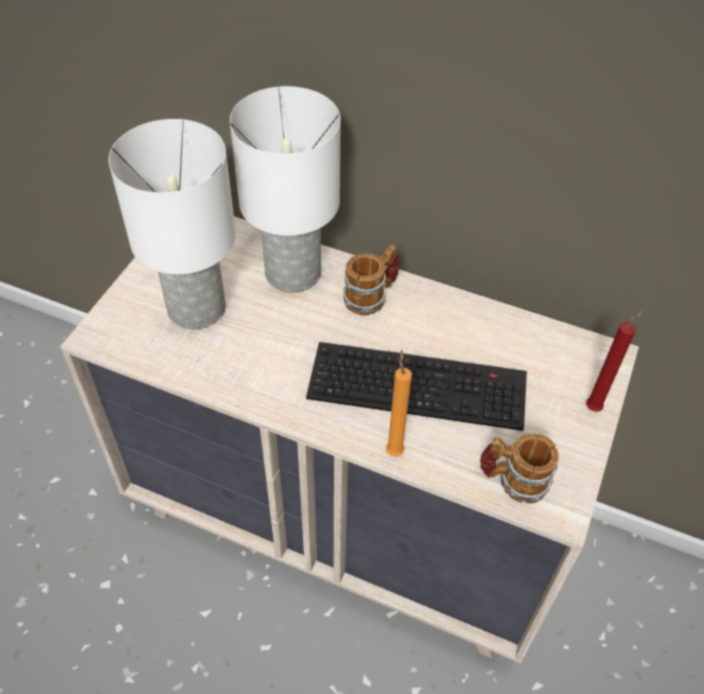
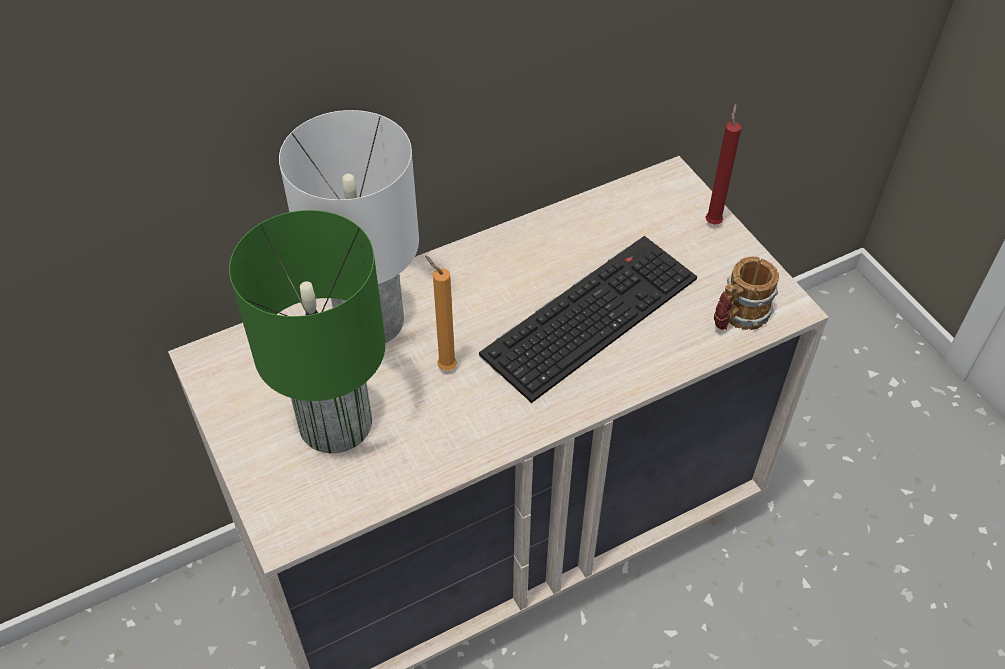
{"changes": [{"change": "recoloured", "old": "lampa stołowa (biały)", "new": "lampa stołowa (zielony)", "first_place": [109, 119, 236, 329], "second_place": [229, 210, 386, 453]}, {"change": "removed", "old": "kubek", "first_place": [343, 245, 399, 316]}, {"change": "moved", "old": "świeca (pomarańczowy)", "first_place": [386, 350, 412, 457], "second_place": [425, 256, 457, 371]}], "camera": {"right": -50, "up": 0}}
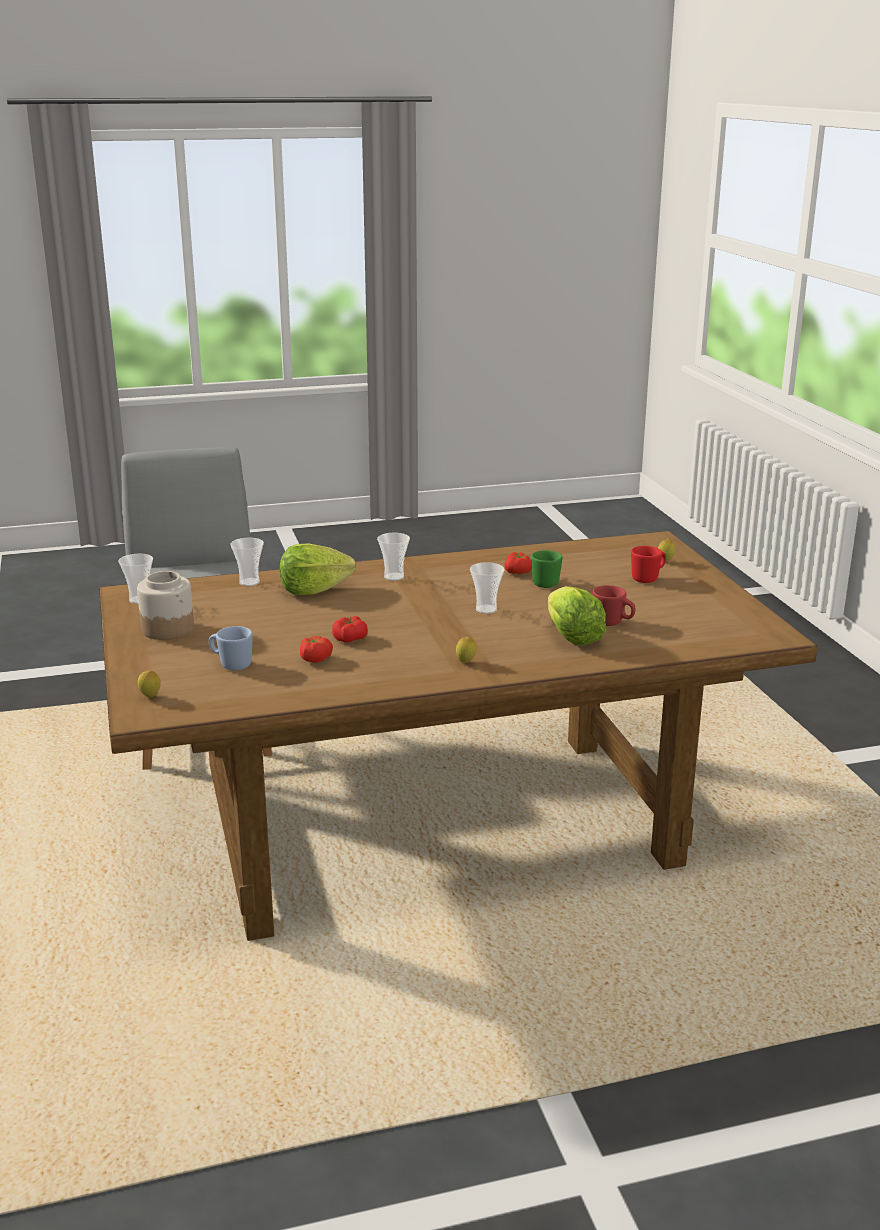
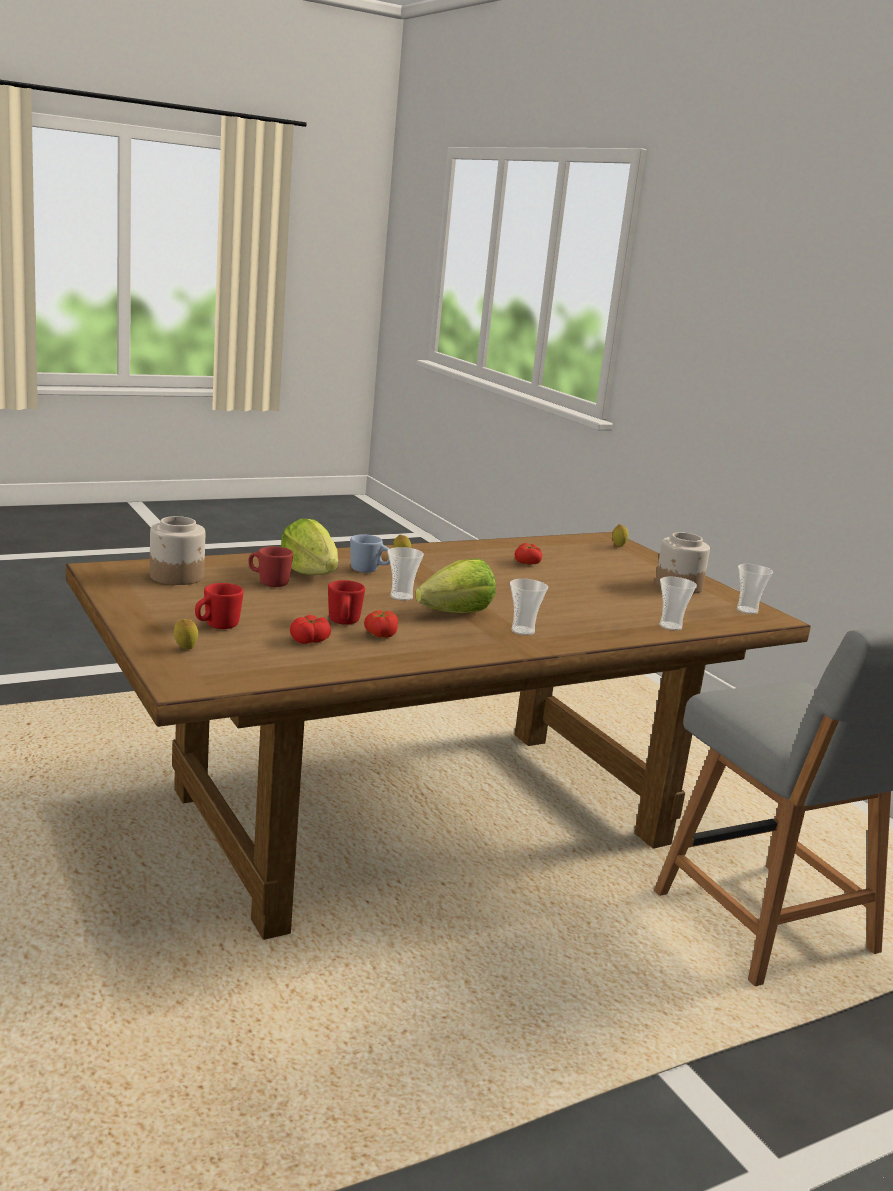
{"changes": [{"change": "moved", "old": "sałata", "first_place": [280, 543, 356, 595], "second_place": [415, 558, 496, 613]}, {"change": "recoloured", "old": "kubek (zielony)", "new": "kubek (czerwony)", "first_place": [531, 550, 562, 588], "second_place": [328, 580, 365, 625]}, {"change": "moved", "old": "pomidor", "first_place": [332, 616, 368, 643], "second_place": [290, 615, 331, 644]}, {"change": "moved", "old": "kubek (niebieski)", "first_place": [209, 626, 253, 671], "second_place": [350, 534, 390, 573]}, {"change": "added", "new": "słoik", "second_place": [150, 516, 205, 585]}], "camera": {"right": 165, "up": -5}}
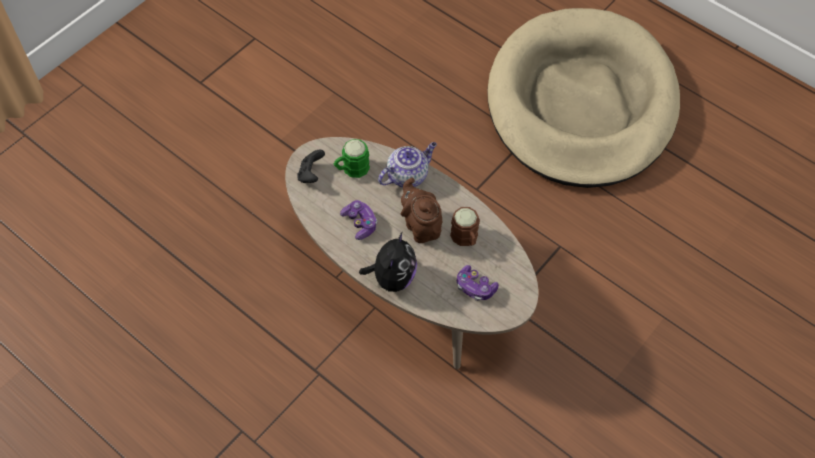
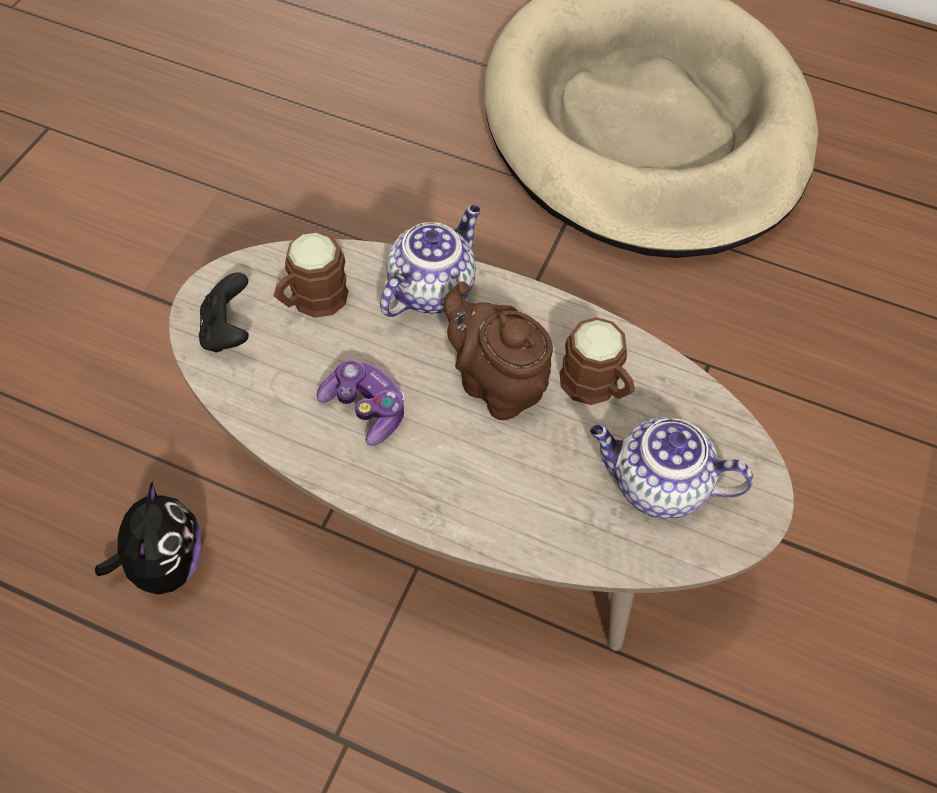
{"changes": [{"change": "recoloured", "old": "kubek (zielony)", "new": "kubek (brązowy)", "first_place": [333, 139, 370, 178], "second_place": [274, 232, 349, 318]}, {"change": "moved", "old": "pluszak", "first_place": [359, 231, 417, 292], "second_place": [95, 481, 202, 595]}, {"change": "replaced", "old": "pad do gier", "new": "imbryk", "first_place": [457, 265, 499, 301], "second_place": [590, 417, 754, 519]}], "camera": {"right": -20, "up": 0}}
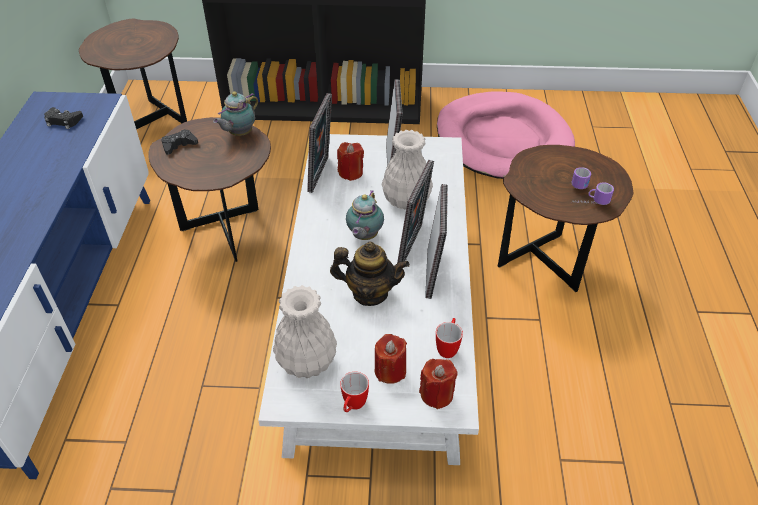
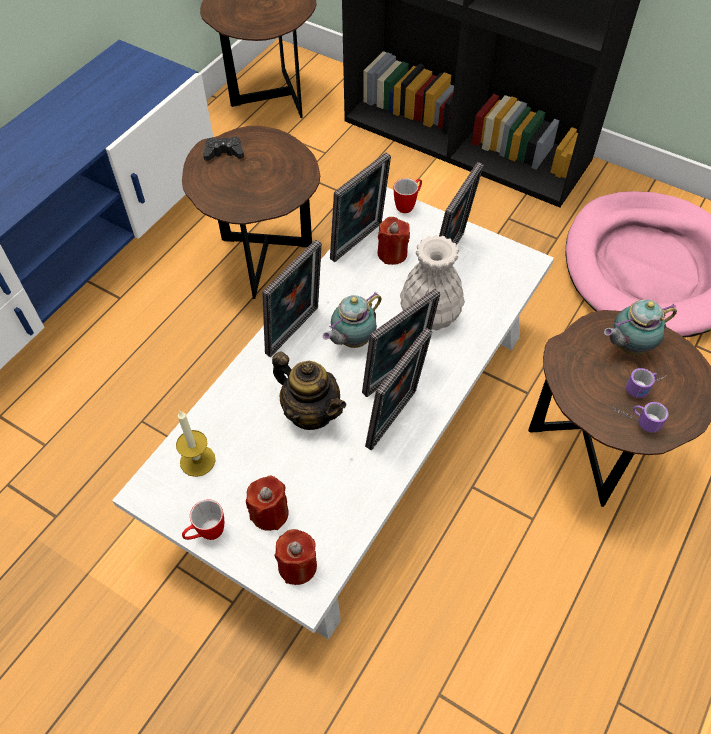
{"changes": [{"change": "moved", "old": "imbryk", "first_place": [213, 92, 258, 136], "second_place": [604, 299, 677, 355]}, {"change": "removed", "old": "pad do gier (czarny)", "first_place": [44, 107, 83, 129]}, {"change": "replaced", "old": "wazon (biały)", "new": "świeca", "first_place": [273, 285, 337, 378], "second_place": [176, 411, 216, 477]}, {"change": "moved", "old": "kubek", "first_place": [436, 318, 463, 358], "second_place": [394, 178, 422, 213]}, {"change": "added", "new": "ramka na zdjęcie", "second_place": [262, 240, 322, 357]}], "camera": {"right": 30, "up": 10}}
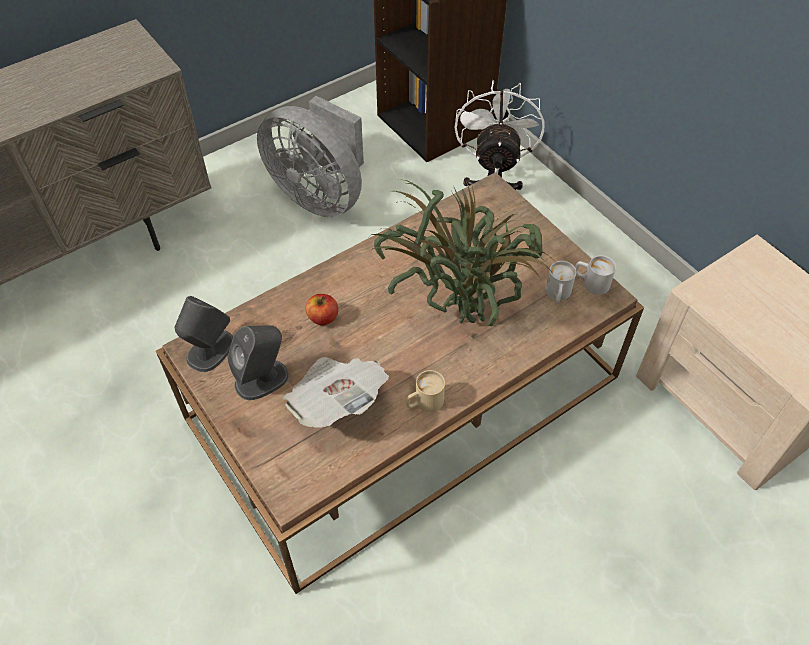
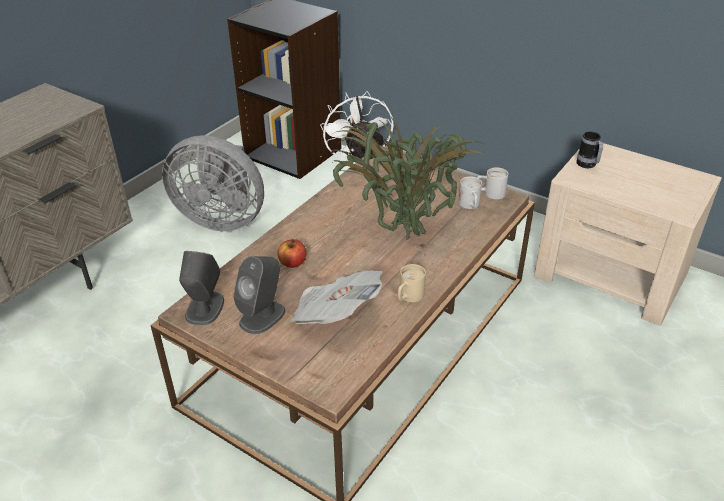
{"changes": [{"change": "added", "new": "kubek", "second_place": [576, 131, 603, 168]}], "camera": {"right": -20, "up": -15}}
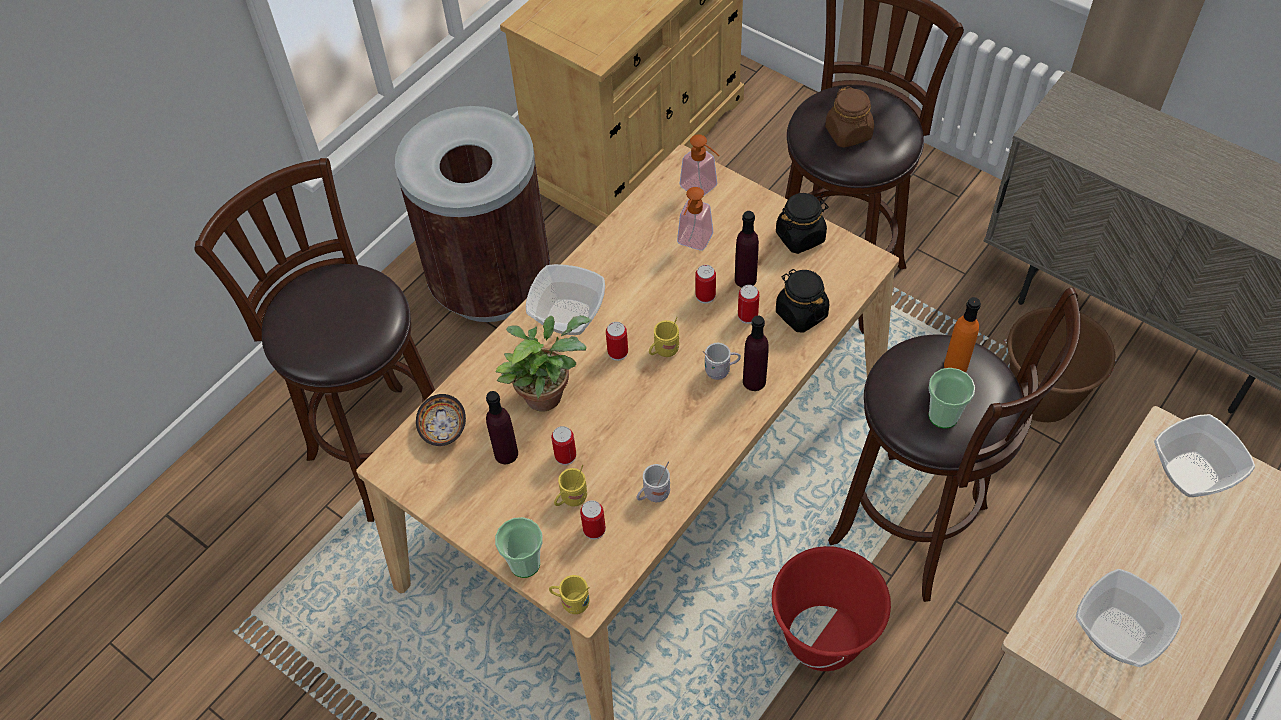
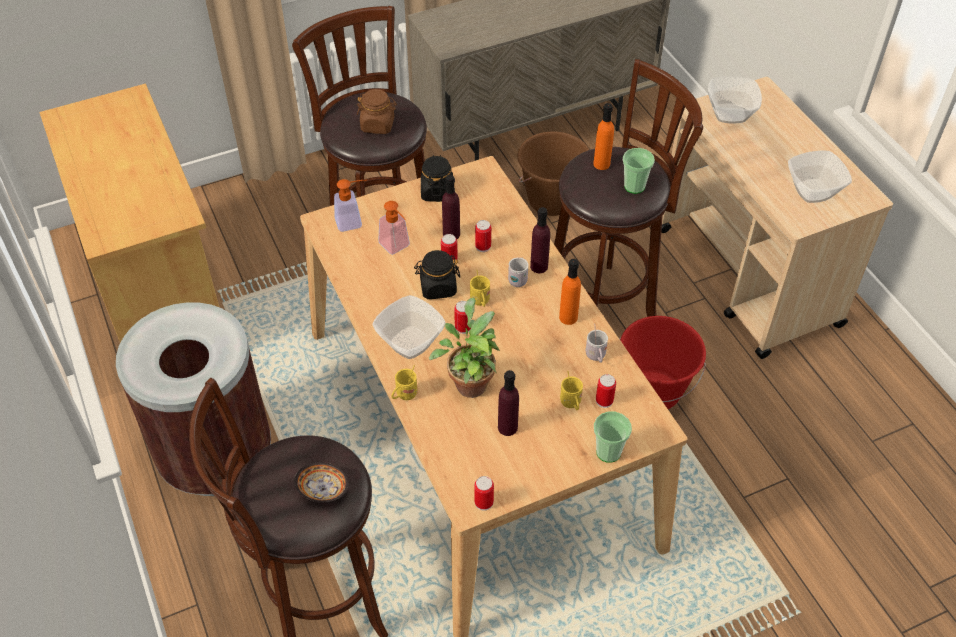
{"changes": [{"change": "moved", "old": "słoik (czarny)", "first_place": [776, 269, 829, 333], "second_place": [414, 250, 460, 299]}, {"change": "moved", "old": "miska", "first_place": [416, 394, 466, 446], "second_place": [294, 462, 349, 503]}, {"change": "moved", "old": "puszka", "first_place": [551, 426, 576, 465], "second_place": [474, 476, 494, 511]}, {"change": "moved", "old": "kubek (żółty)", "first_place": [549, 575, 590, 614], "second_place": [391, 365, 417, 400]}, {"change": "added", "new": "butelka (pomarańczowy)", "second_place": [559, 259, 581, 325]}], "camera": {"right": -65, "up": -5}}
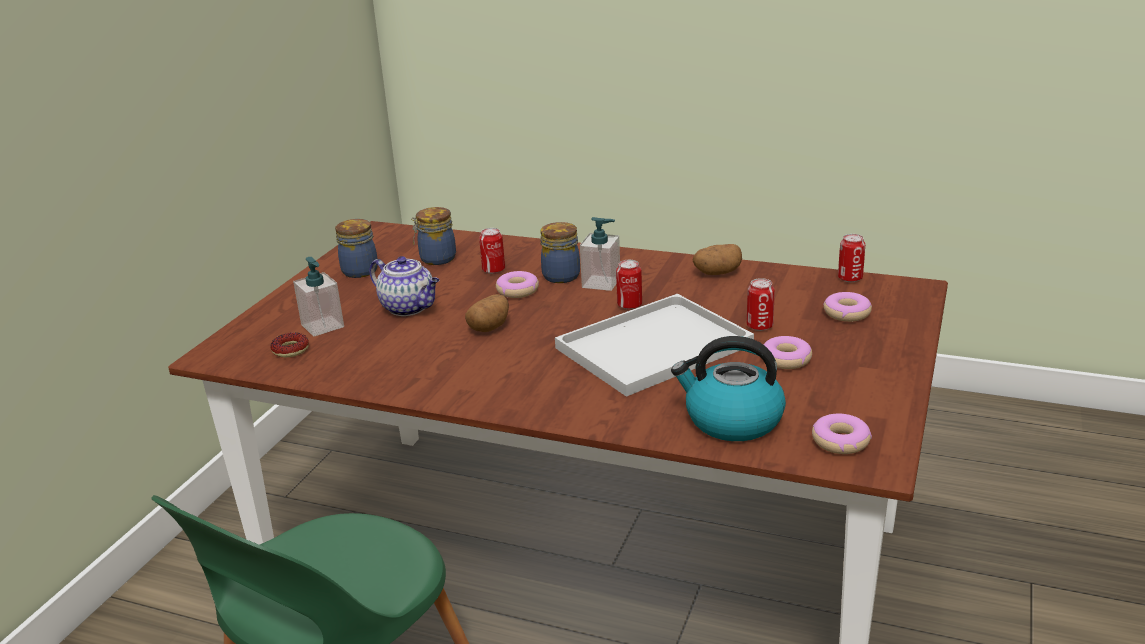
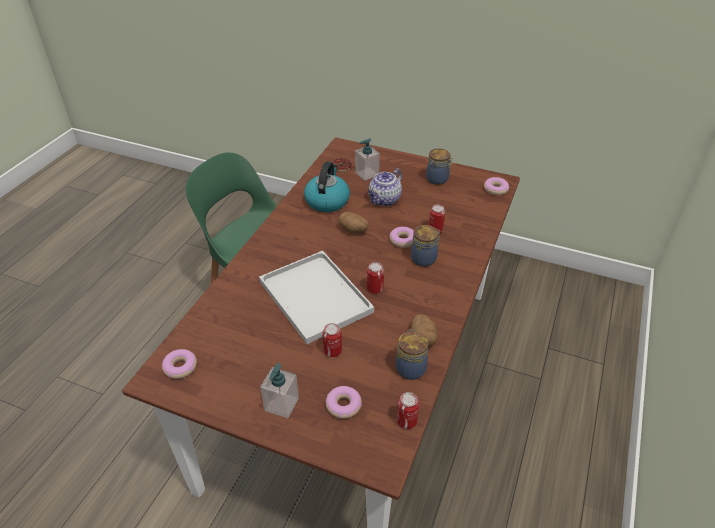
{"changes": [{"change": "moved", "old": "słoik", "first_place": [411, 207, 456, 265], "second_place": [396, 330, 428, 380]}, {"change": "moved", "old": "dozownik mydła", "first_place": [580, 217, 620, 291], "second_place": [260, 363, 299, 418]}, {"change": "moved", "old": "czajnik", "first_place": [671, 336, 786, 441], "second_place": [304, 161, 350, 212]}, {"change": "moved", "old": "donut", "first_place": [764, 336, 812, 369], "second_place": [484, 177, 509, 195]}], "camera": {"right": 90, "up": 15}}
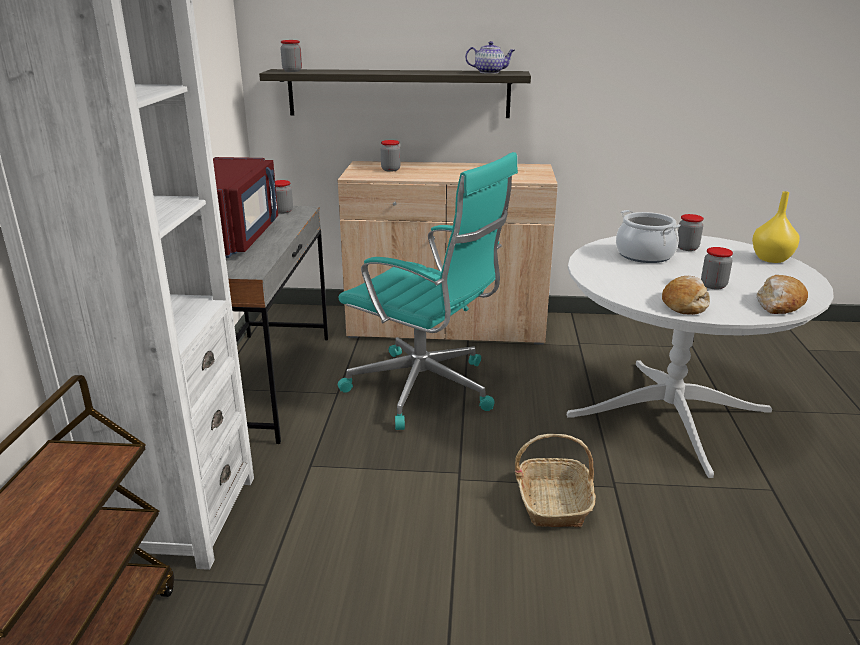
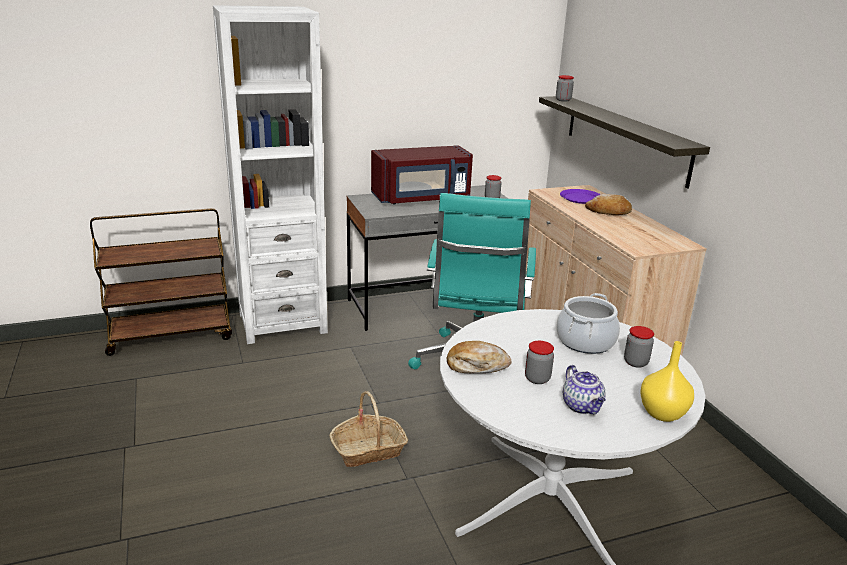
{"changes": [{"change": "moved", "old": "imbryk", "first_place": [465, 41, 515, 74], "second_place": [563, 365, 606, 414]}, {"change": "replaced", "old": "słoik", "new": "talerz (fioletowy)", "first_place": [381, 140, 401, 172], "second_place": [560, 189, 601, 204]}, {"change": "moved", "old": "chleb", "first_place": [756, 275, 808, 314], "second_place": [585, 194, 632, 215]}], "camera": {"right": 65, "up": 0}}
